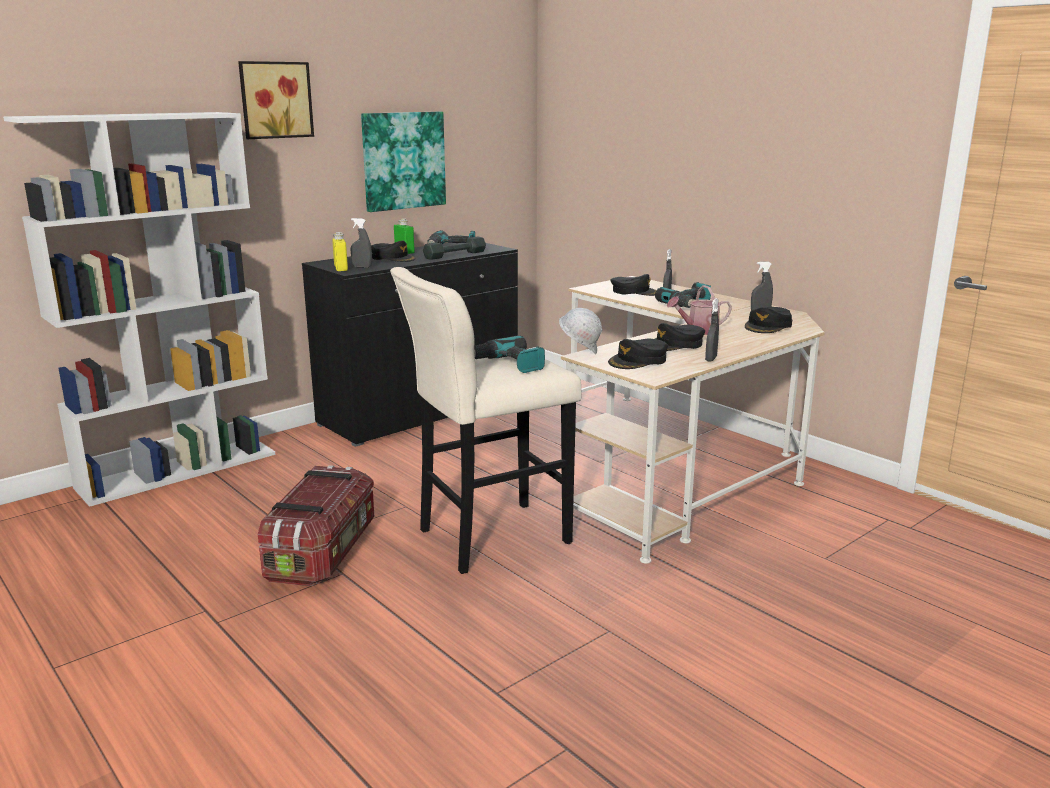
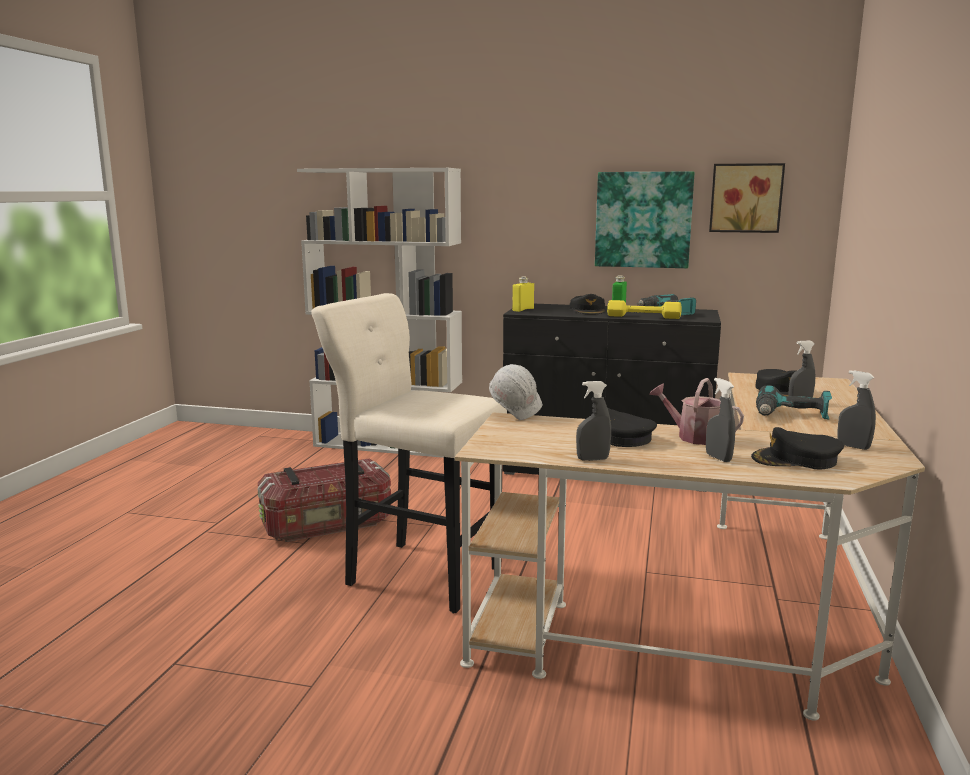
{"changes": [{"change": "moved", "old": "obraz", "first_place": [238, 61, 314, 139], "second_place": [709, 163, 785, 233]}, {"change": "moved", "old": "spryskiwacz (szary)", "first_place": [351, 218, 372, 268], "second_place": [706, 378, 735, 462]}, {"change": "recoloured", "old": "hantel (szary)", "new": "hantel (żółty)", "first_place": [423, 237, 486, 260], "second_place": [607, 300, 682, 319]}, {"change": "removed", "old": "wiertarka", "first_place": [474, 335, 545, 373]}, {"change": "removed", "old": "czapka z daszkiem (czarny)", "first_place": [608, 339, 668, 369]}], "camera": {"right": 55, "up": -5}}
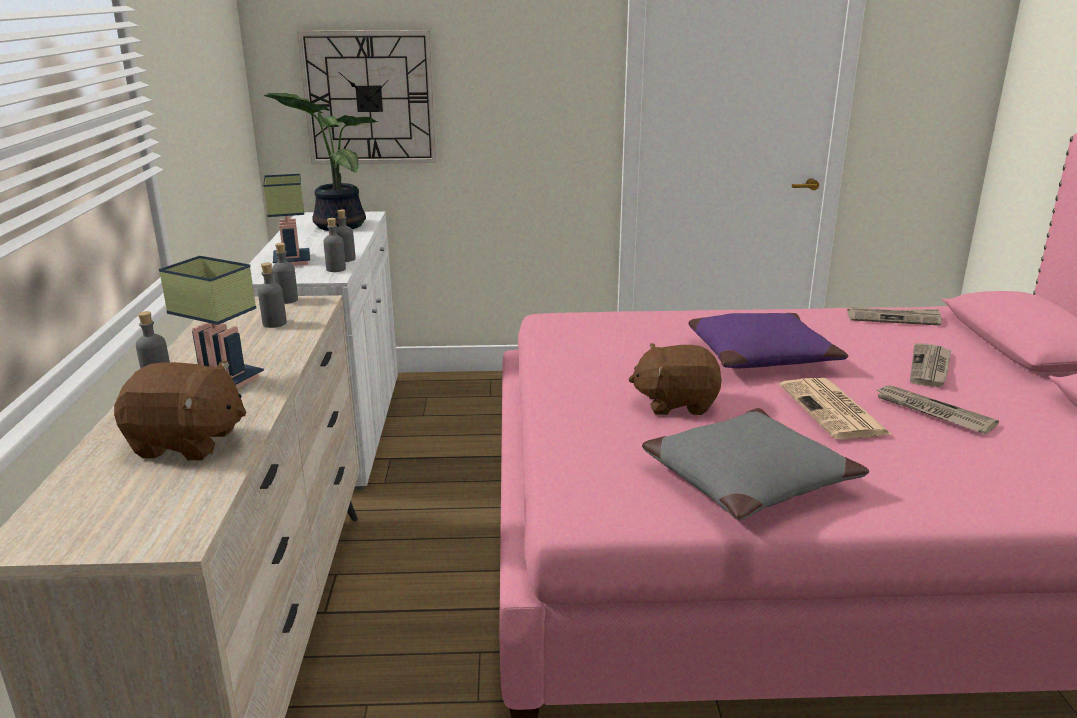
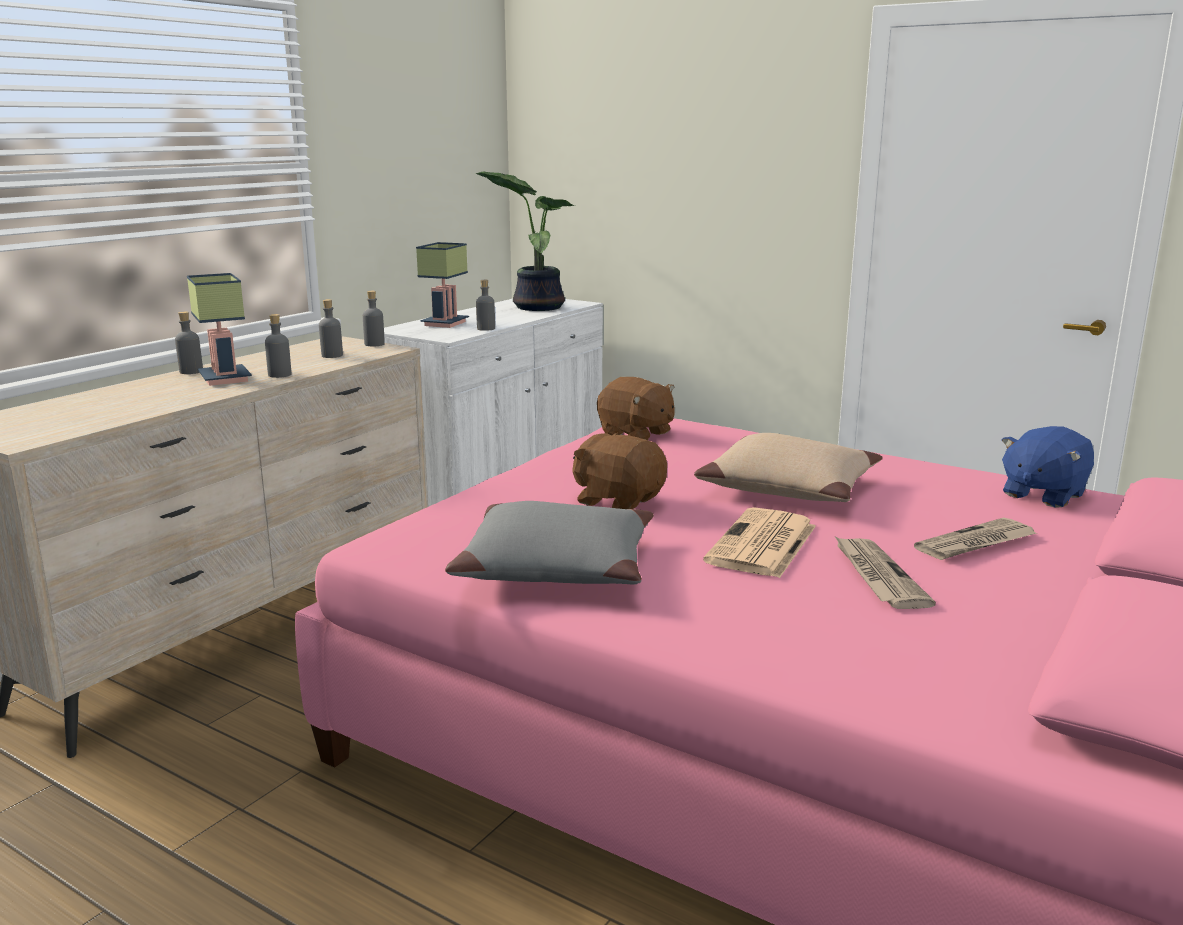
{"changes": [{"change": "removed", "old": "zegar ścienny", "first_place": [297, 30, 437, 164]}, {"change": "moved", "old": "butelka (szary)", "first_place": [323, 218, 346, 272], "second_place": [265, 314, 291, 378]}, {"change": "replaced", "old": "gazeta", "new": "pluszak (niebieski)", "first_place": [847, 307, 942, 326], "second_place": [1001, 426, 1094, 508]}, {"change": "recoloured", "old": "poduszka (fioletowy)", "new": "poduszka (beżowy)", "first_place": [688, 313, 848, 369], "second_place": [694, 433, 883, 502]}, {"change": "moved", "old": "pluszak (brązowy)", "first_place": [114, 361, 246, 461], "second_place": [597, 377, 675, 440]}], "camera": {"right": 35, "up": -5}}
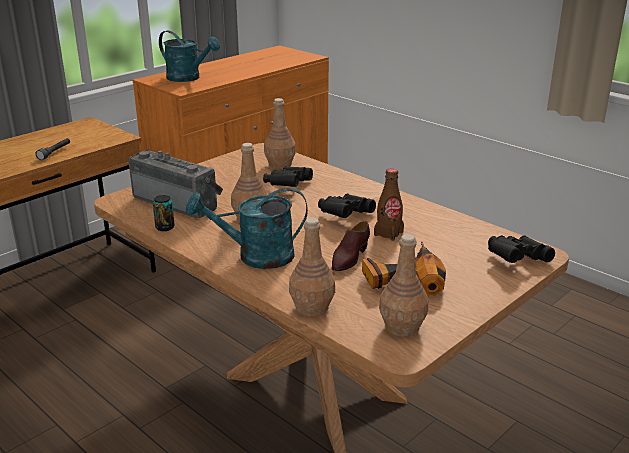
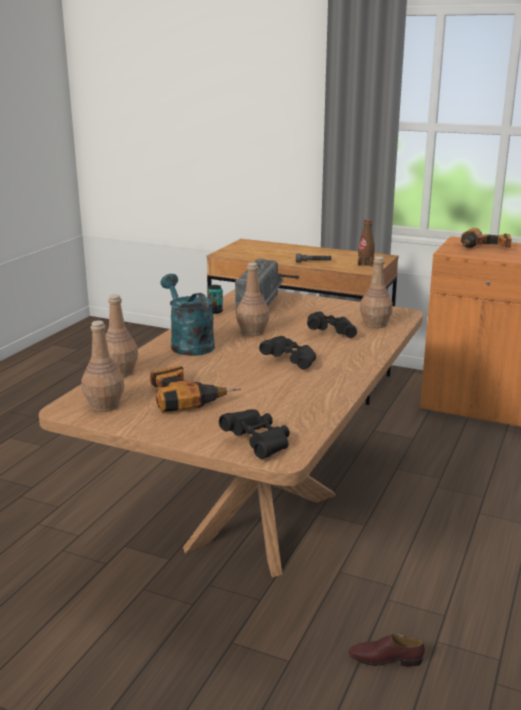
{"changes": [{"change": "replaced", "old": "konewka (turkusowy)", "new": "wiertarka", "first_place": [159, 31, 220, 82], "second_place": [461, 228, 512, 248]}, {"change": "moved", "old": "butelka (brązowy)", "first_place": [374, 168, 404, 241], "second_place": [358, 219, 375, 267]}, {"change": "moved", "old": "but (brązowy)", "first_place": [332, 221, 370, 271], "second_place": [348, 634, 425, 667]}], "camera": {"right": 70, "up": -5}}
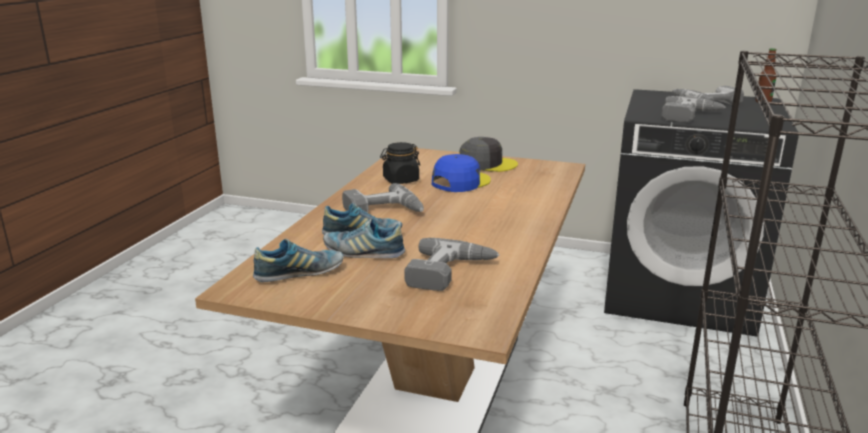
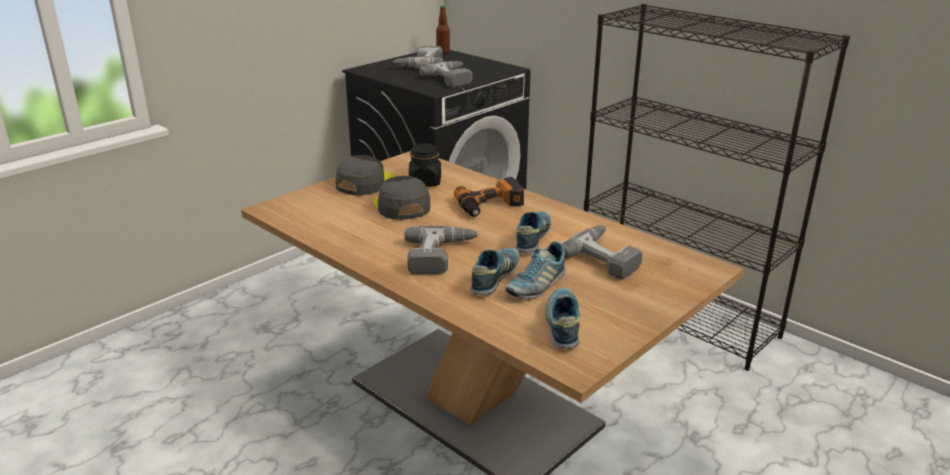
{"changes": [{"change": "moved", "old": "słoik (czarny)", "first_place": [380, 142, 420, 184], "second_place": [409, 143, 441, 187]}, {"change": "recoloured", "old": "czapka z daszkiem (niebieski)", "new": "czapka z daszkiem (szary)", "first_place": [432, 154, 491, 192], "second_place": [373, 176, 430, 220]}, {"change": "added", "new": "wiertarka", "second_place": [454, 177, 524, 217]}, {"change": "added", "new": "but", "second_place": [515, 211, 551, 253]}], "camera": {"right": -65, "up": 5}}
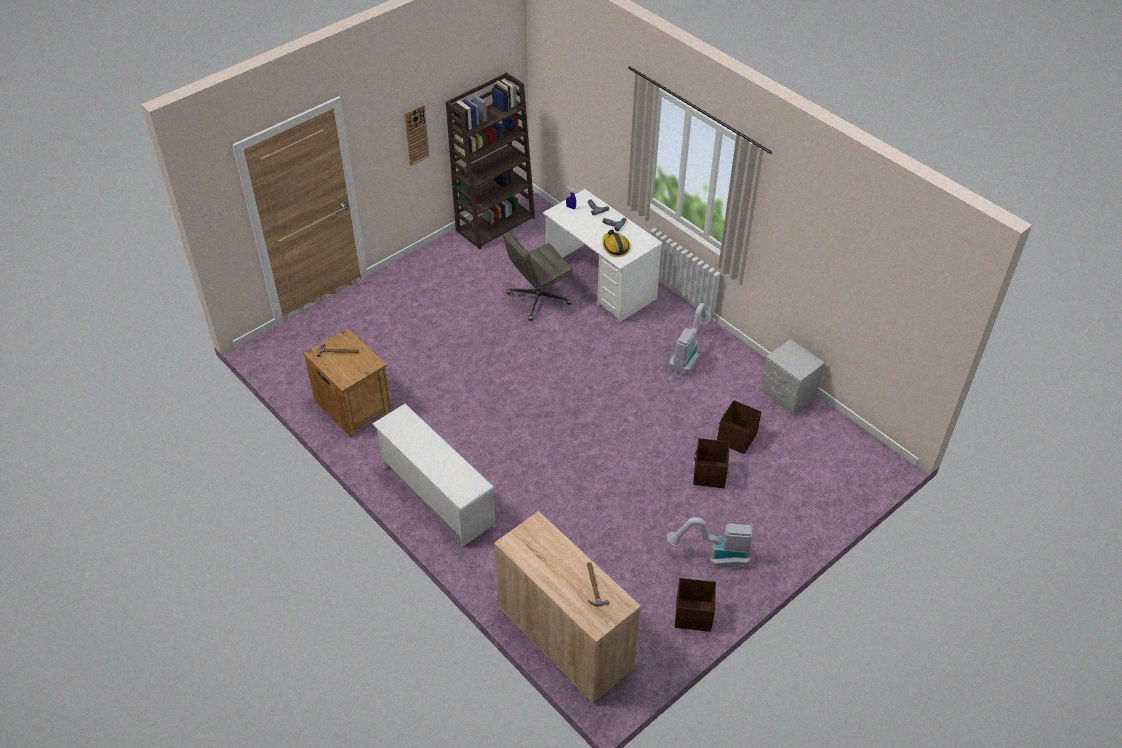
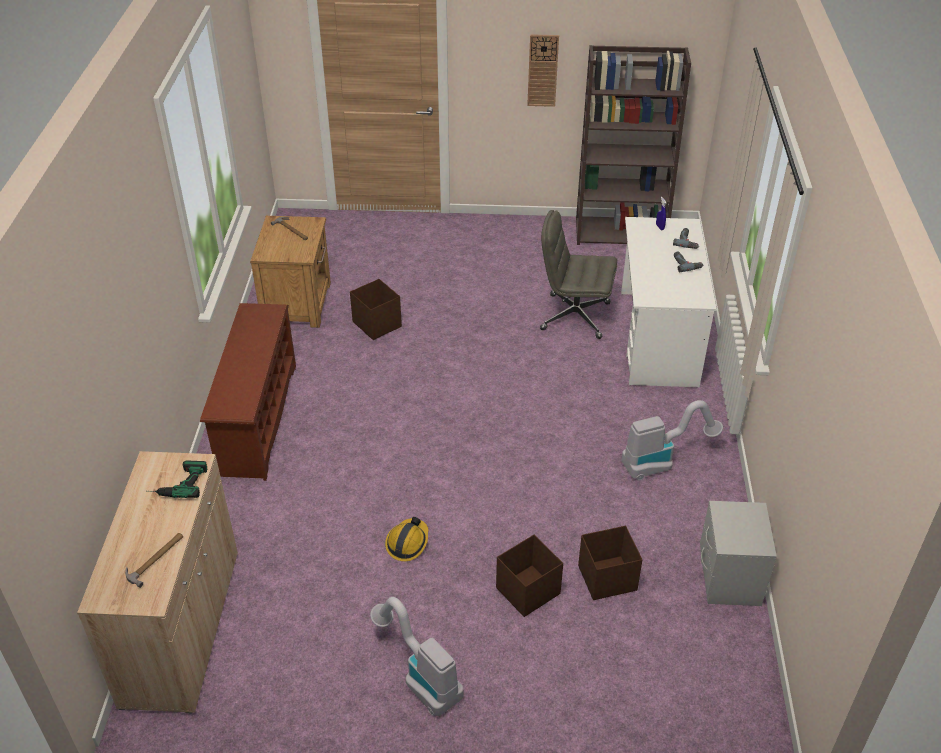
{"changes": [{"change": "moved", "old": "kask", "first_place": [602, 230, 631, 257], "second_place": [385, 517, 428, 561]}, {"change": "recoloured", "old": "regał na buty (biały)", "new": "regał na buty (brązowy)", "first_place": [372, 404, 495, 547], "second_place": [200, 303, 296, 481]}, {"change": "moved", "old": "pojemnik do przechowywania (brązowy)", "first_place": [675, 578, 716, 632], "second_place": [350, 279, 402, 340]}, {"change": "added", "new": "wiertarka", "second_place": [146, 460, 207, 498]}], "camera": {"right": 45, "up": -5}}
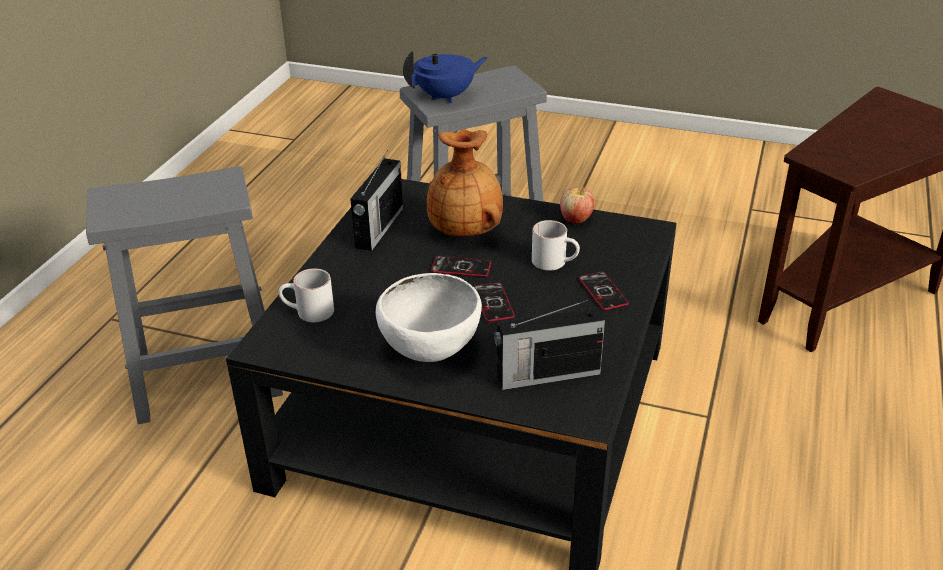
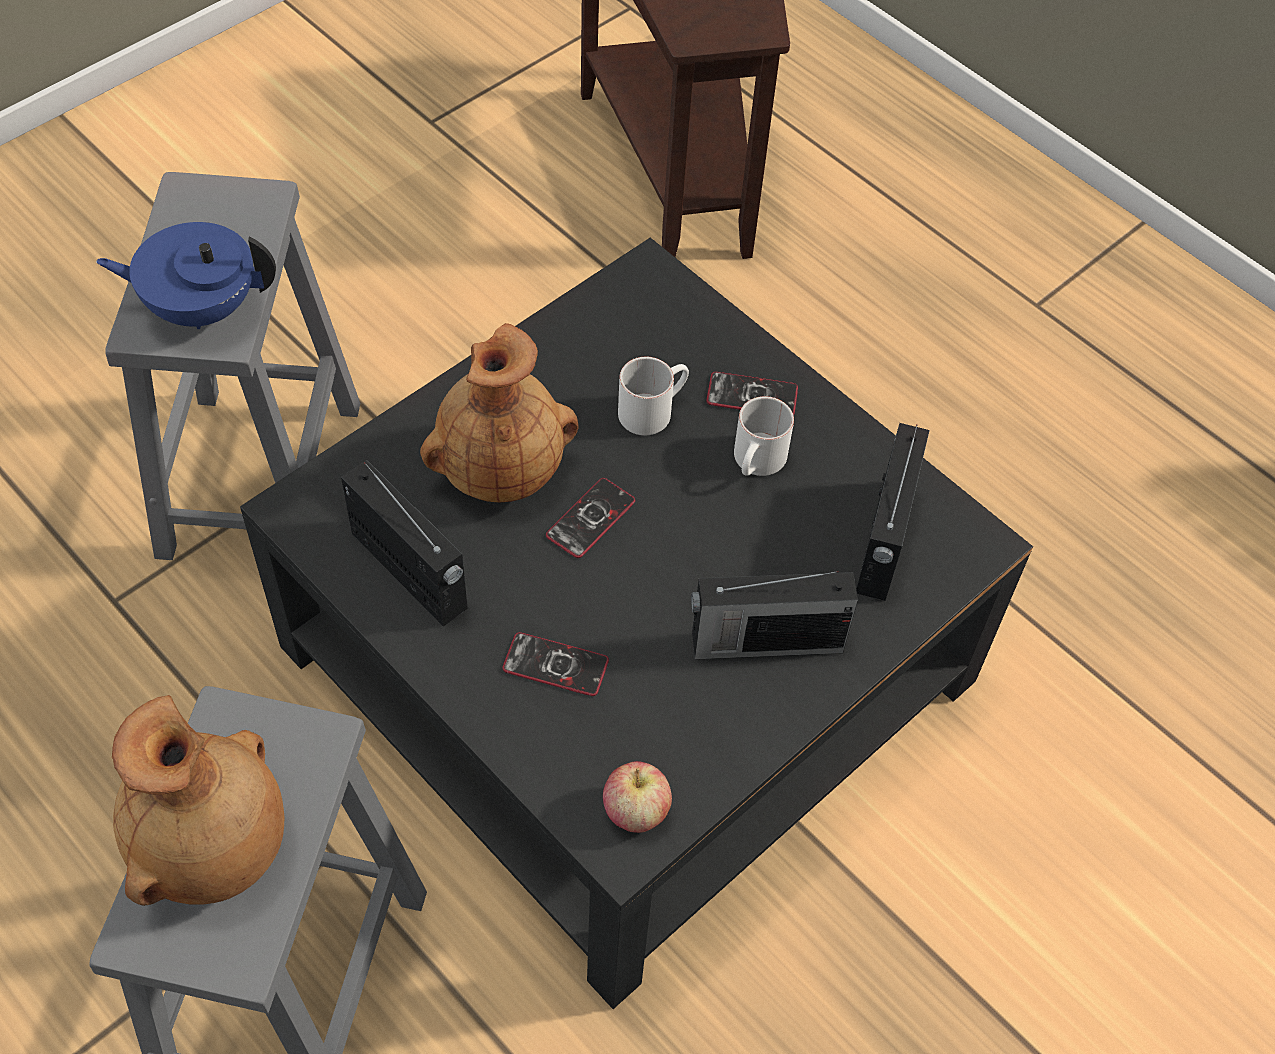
{"changes": [{"change": "turned", "old": "imbryk (niebieski)", "first_place": [403, 51, 488, 103], "second_place": [96, 222, 276, 329], "degrees": -90}, {"change": "moved", "old": "jabłko", "first_place": [560, 187, 595, 224], "second_place": [603, 761, 672, 833]}, {"change": "moved", "old": "kubek (biały)", "first_place": [279, 268, 334, 322], "second_place": [734, 396, 794, 476]}, {"change": "replaced", "old": "miska (biały)", "new": "radio", "first_place": [376, 273, 482, 362], "second_place": [691, 571, 858, 659]}, {"change": "moved", "old": "telefon", "first_place": [474, 282, 515, 322], "second_place": [502, 632, 609, 696]}, {"change": "added", "new": "wazon (brązowy)", "second_place": [112, 695, 284, 906]}], "camera": {"right": -65, "up": 20}}
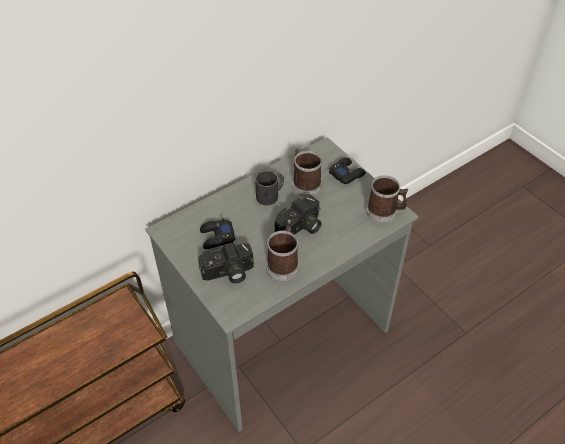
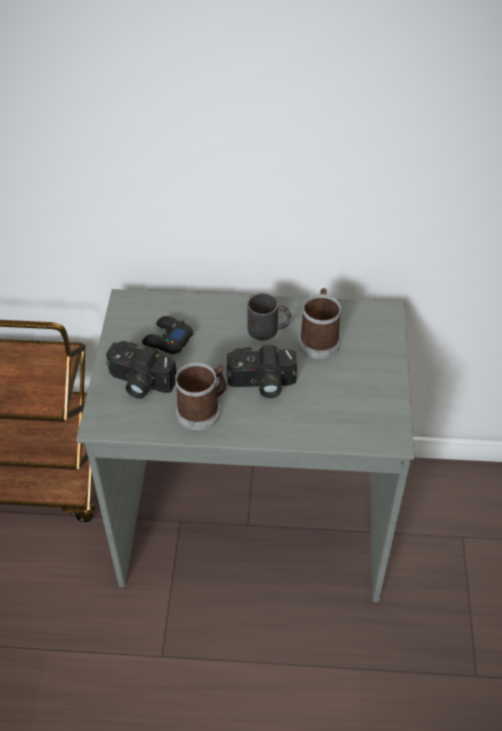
{"changes": [{"change": "removed", "old": "pad do gier (czarny)", "first_place": [329, 157, 366, 184]}, {"change": "removed", "old": "kubek", "first_place": [366, 175, 408, 223]}], "camera": {"right": 40, "up": 0}}
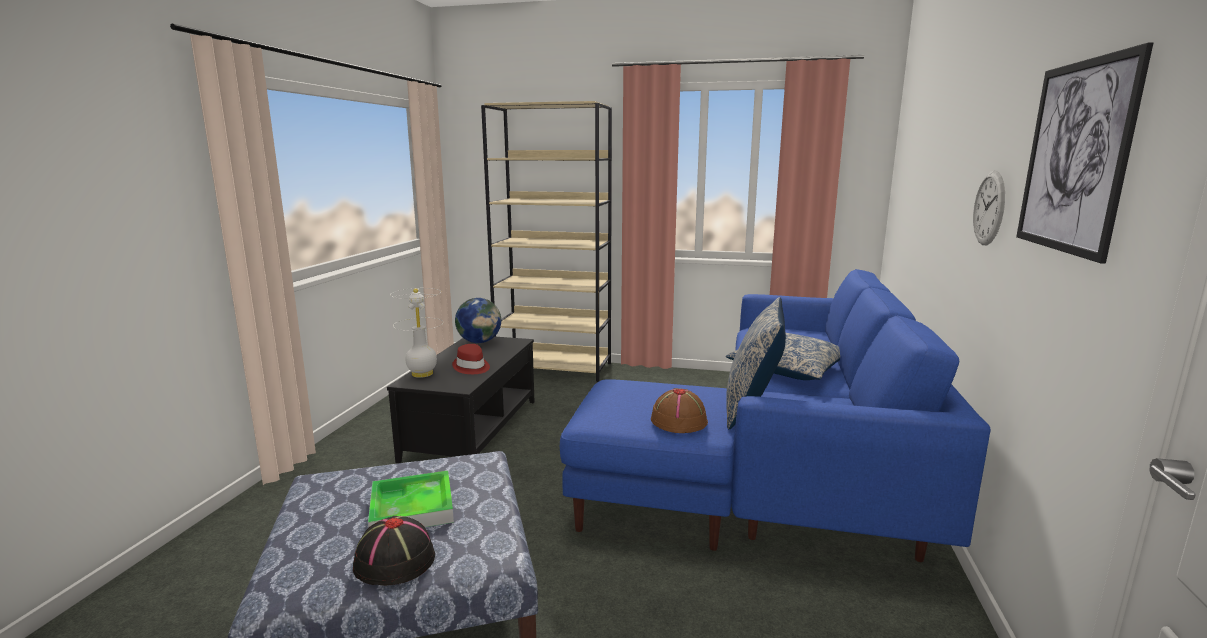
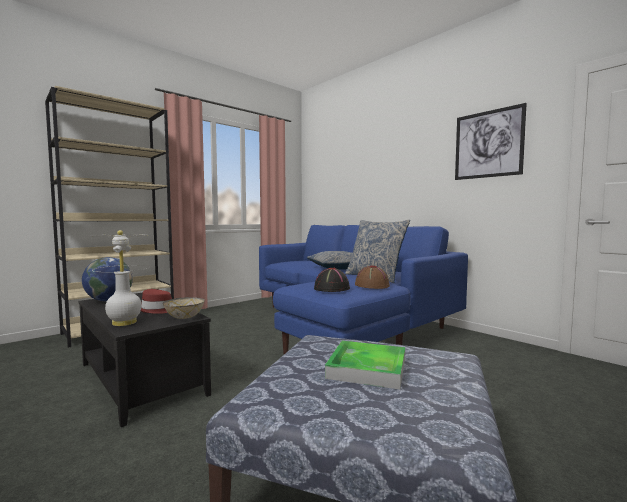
{"changes": [{"change": "removed", "old": "zegar ścienny", "first_place": [973, 171, 1005, 245]}, {"change": "moved", "old": "kapelusz (czarny)", "first_place": [353, 516, 435, 586], "second_place": [314, 268, 350, 292]}, {"change": "added", "new": "miska", "second_place": [163, 297, 205, 319]}], "camera": {"right": -55, "up": -10}}
